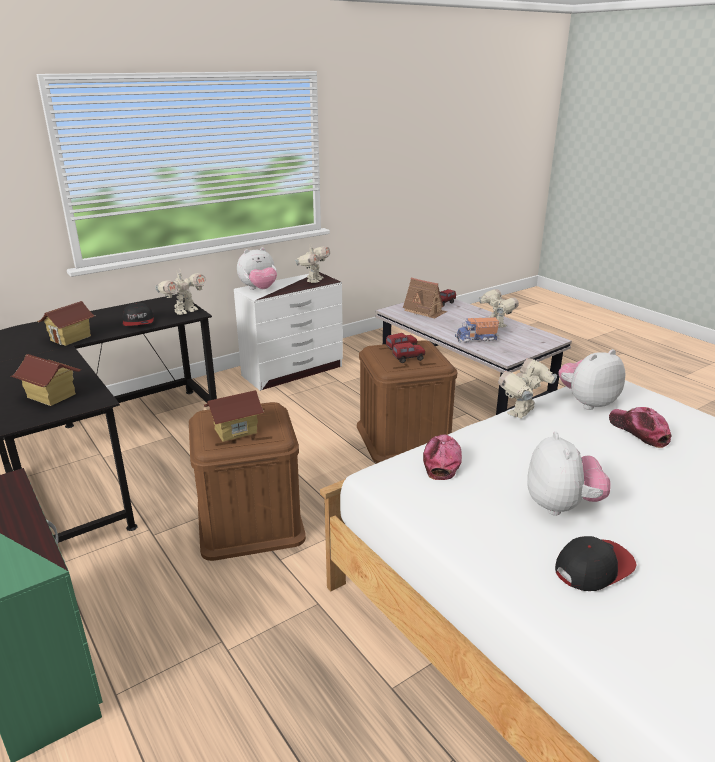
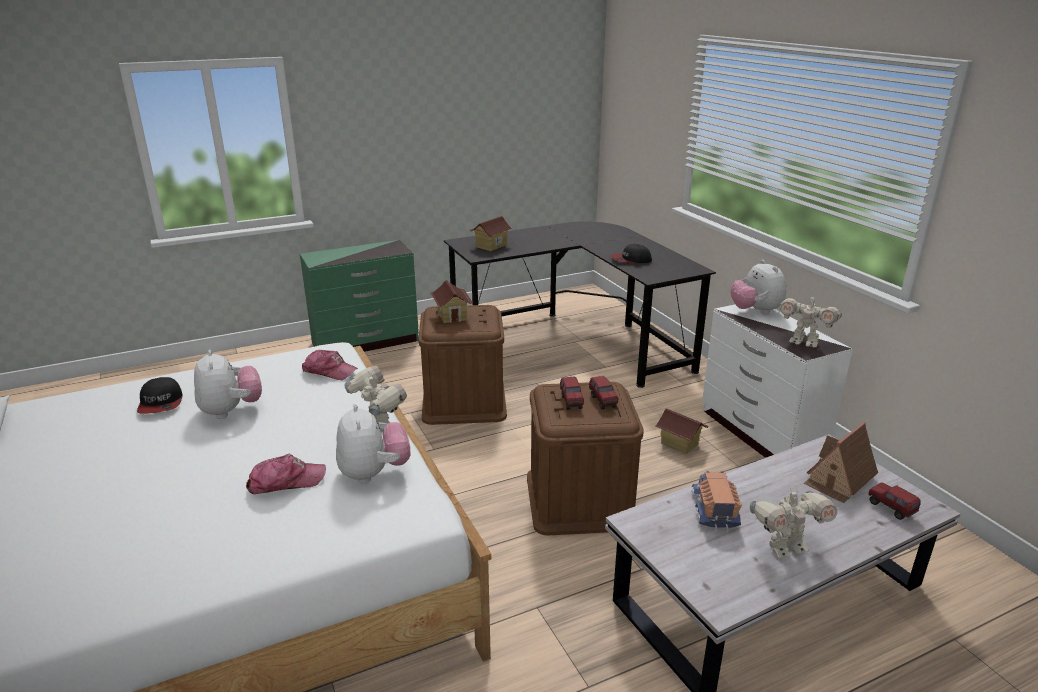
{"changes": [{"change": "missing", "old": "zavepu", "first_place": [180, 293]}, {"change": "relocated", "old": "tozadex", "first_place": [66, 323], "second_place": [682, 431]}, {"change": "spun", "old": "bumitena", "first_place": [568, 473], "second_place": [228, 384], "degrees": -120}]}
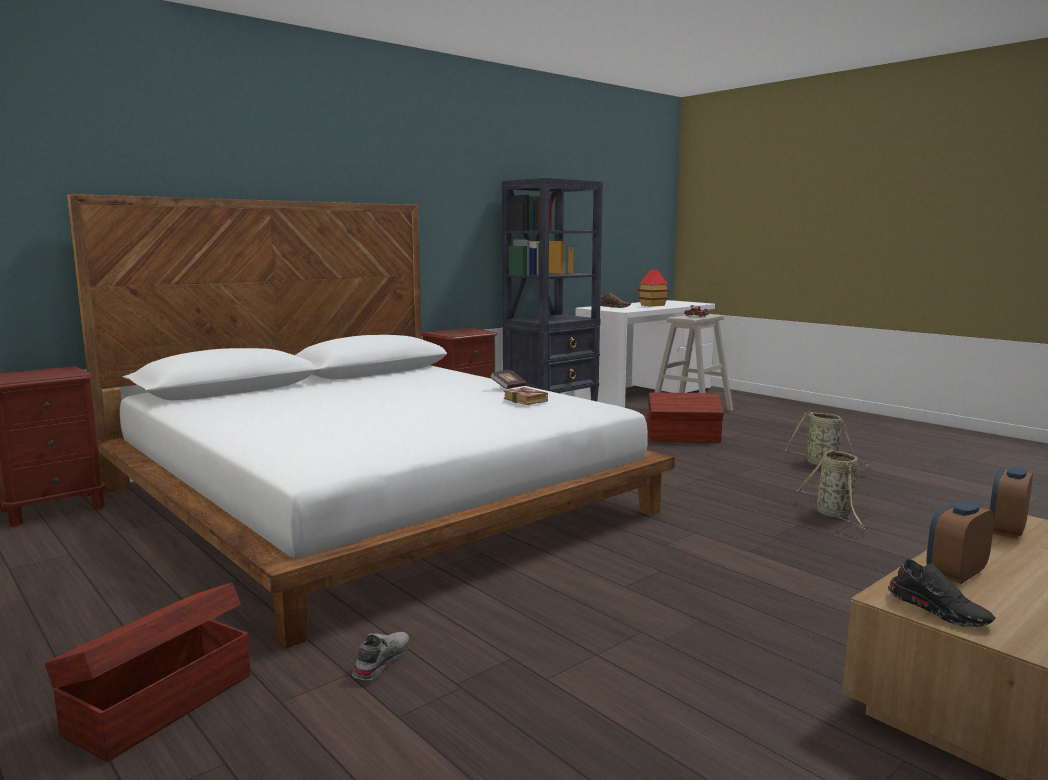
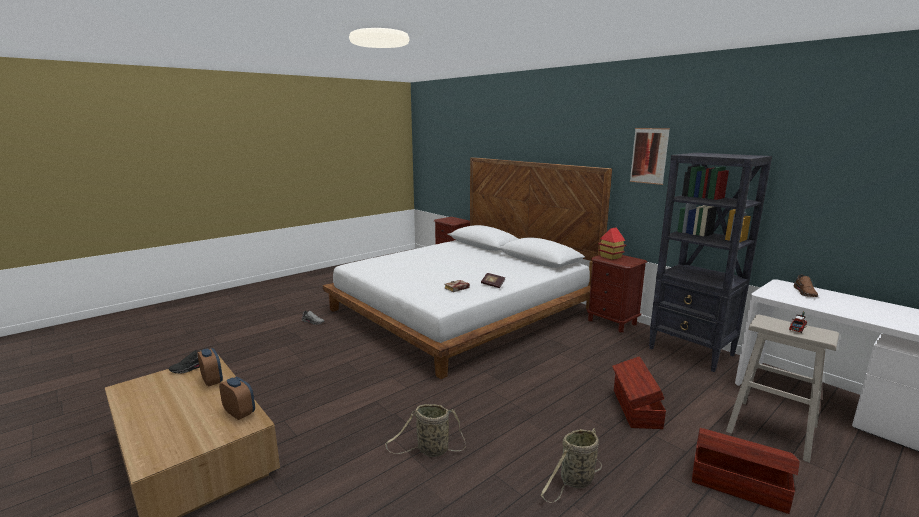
{"changes": [{"change": "appeared", "new": "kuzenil", "second_place": [650, 156]}, {"change": "relocated", "old": "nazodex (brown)", "first_place": [147, 672], "second_place": [745, 471]}, {"change": "relocated", "old": "tozadex", "first_place": [653, 288], "second_place": [612, 243]}]}
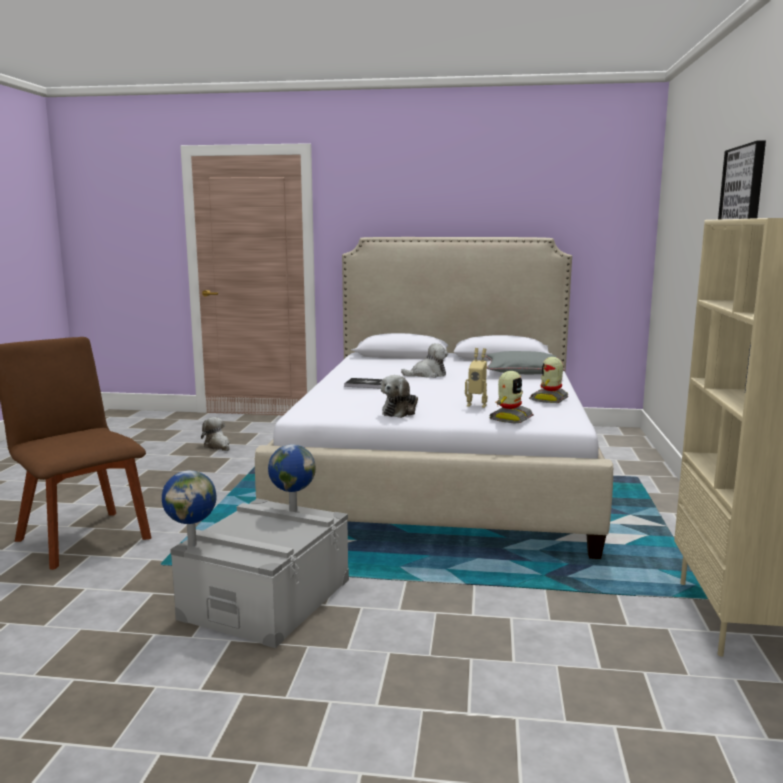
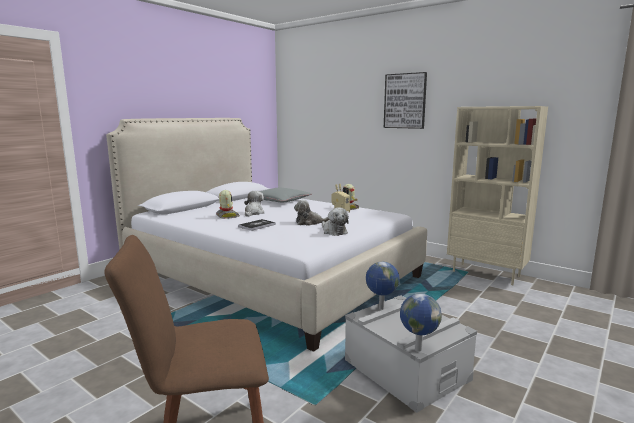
{"changes": [{"change": "relocated", "old": "bumitena", "first_place": [215, 434], "second_place": [311, 212]}, {"change": "relocated", "old": "zavepu", "first_place": [511, 397], "second_place": [228, 204]}]}
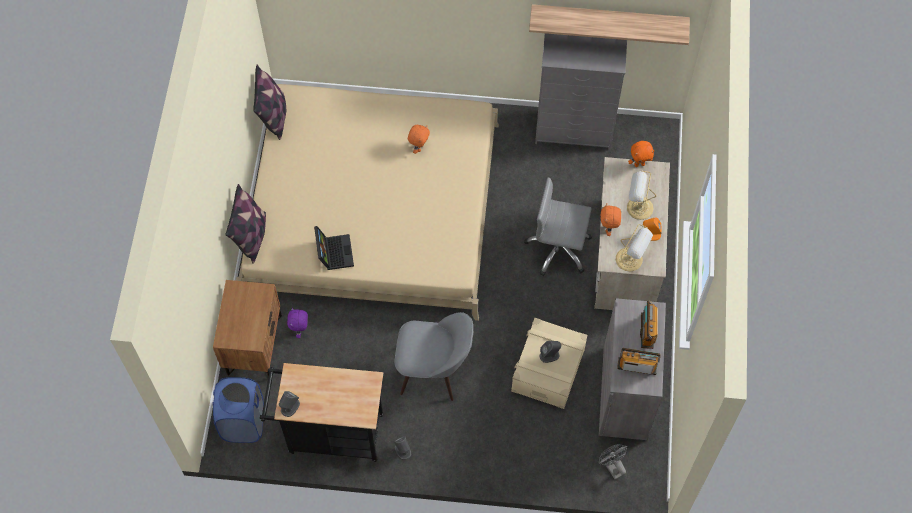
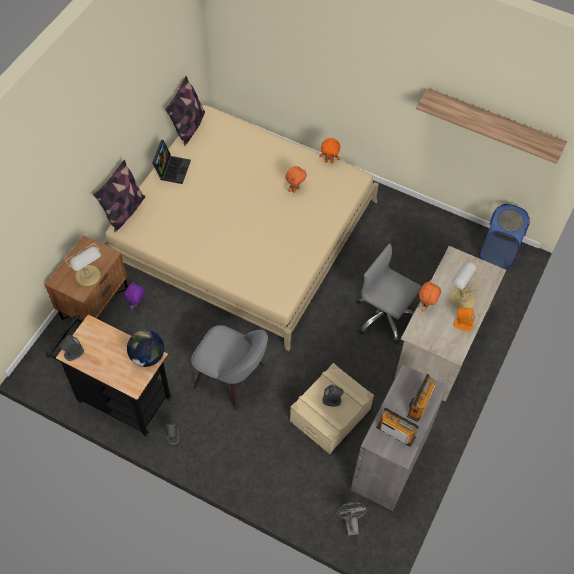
{"changes": [{"change": "missing", "old": "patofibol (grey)", "first_place": [581, 91]}, {"change": "appeared", "new": "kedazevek", "second_place": [145, 348]}, {"change": "relocated", "old": "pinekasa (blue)", "first_place": [238, 410], "second_place": [505, 236]}, {"change": "relocated", "old": "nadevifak", "first_place": [334, 248], "second_place": [171, 162]}, {"change": "relocated", "old": "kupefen", "first_place": [634, 248], "second_place": [83, 264]}, {"change": "relocated", "old": "bumitena (orange)", "first_place": [641, 154], "second_place": [329, 150]}]}
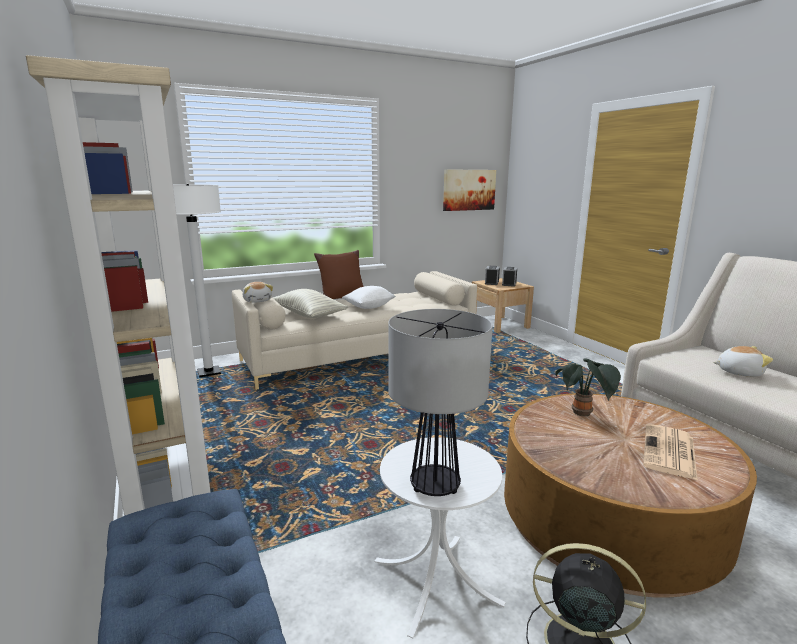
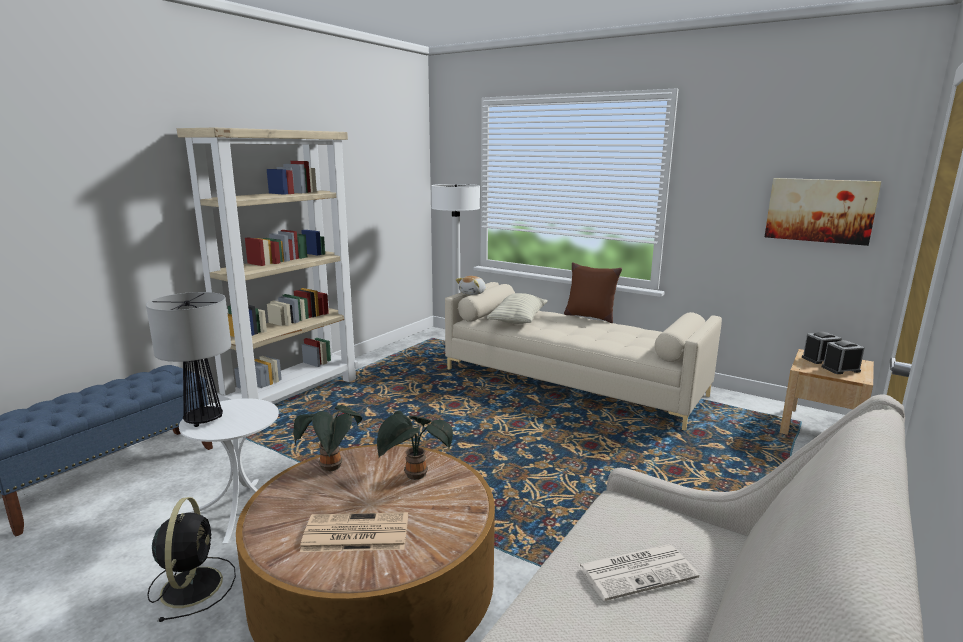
{"changes": [{"change": "missing", "old": "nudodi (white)", "first_place": [368, 297]}, {"change": "appeared", "new": "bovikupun", "second_place": [327, 438]}, {"change": "exchanged", "old": "bumitena", "new": "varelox", "first_place": [743, 361], "second_place": [638, 572]}]}
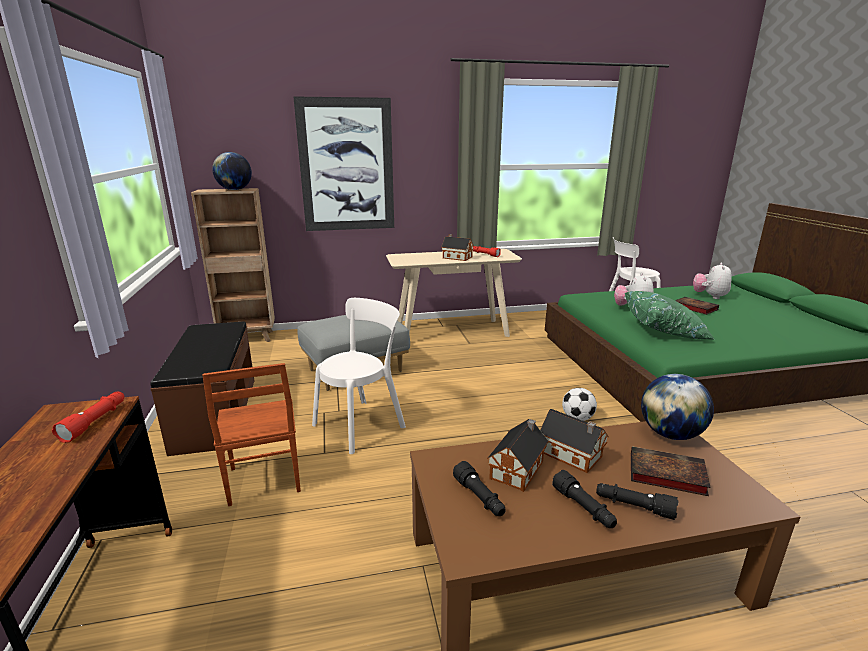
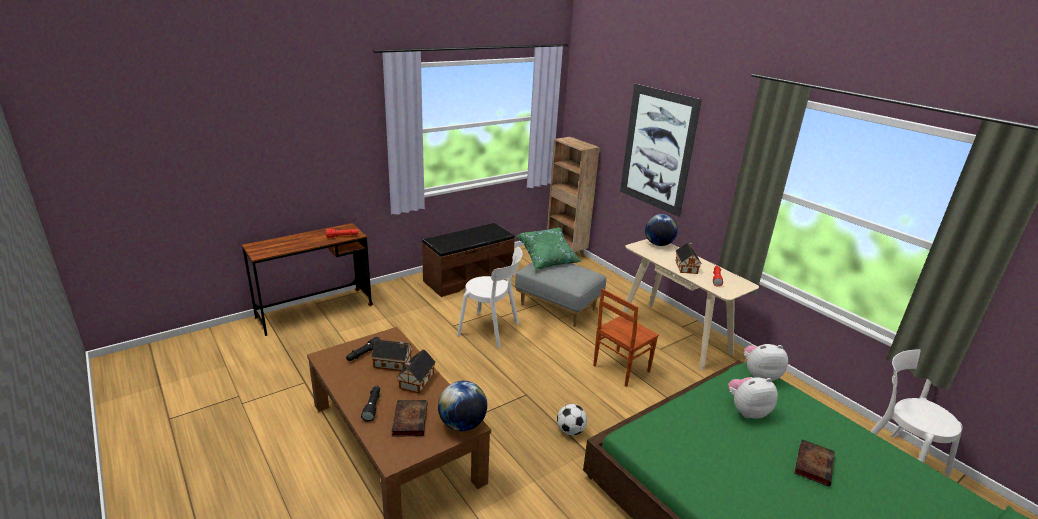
{"changes": [{"change": "missing", "old": "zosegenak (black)", "first_place": [584, 499]}, {"change": "relocated", "old": "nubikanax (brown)", "first_place": [251, 434], "second_place": [626, 337]}, {"change": "relocated", "old": "kedazevek", "first_place": [232, 171], "second_place": [661, 230]}, {"change": "relocated", "old": "nudodi (green)", "first_place": [670, 315], "second_place": [548, 249]}, {"change": "relocated", "old": "bumitena", "first_place": [712, 281], "second_place": [766, 362]}]}
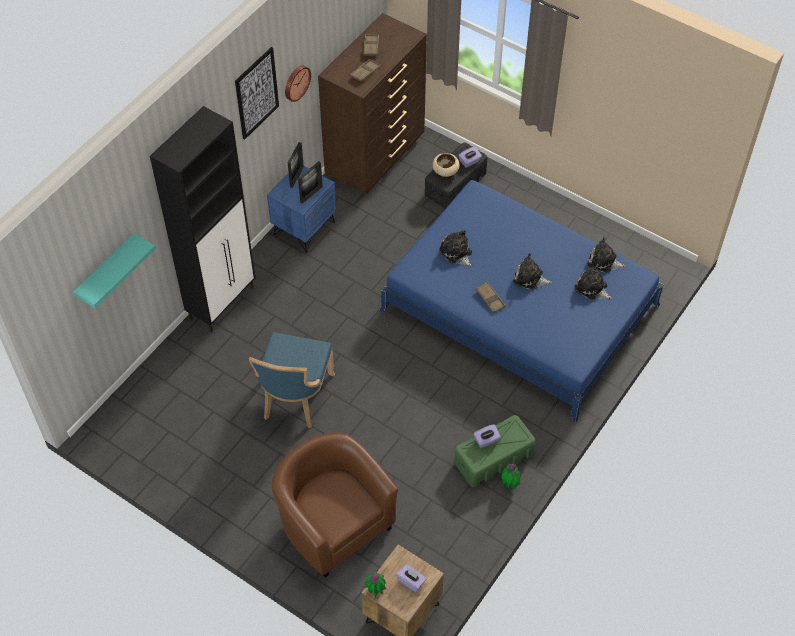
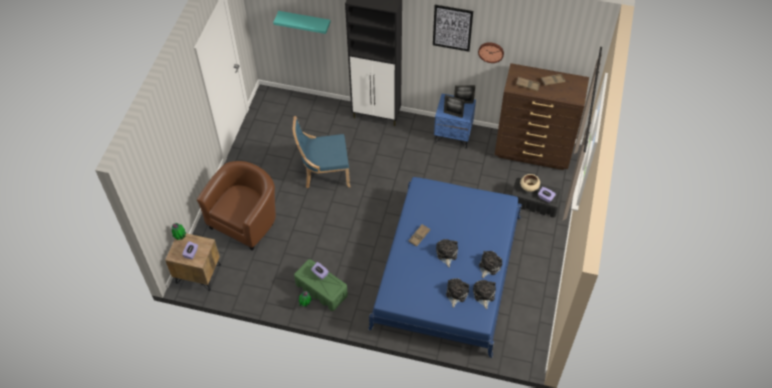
{"changes": [{"change": "relocated", "old": "bumitena", "first_place": [456, 248], "second_place": [491, 264]}]}
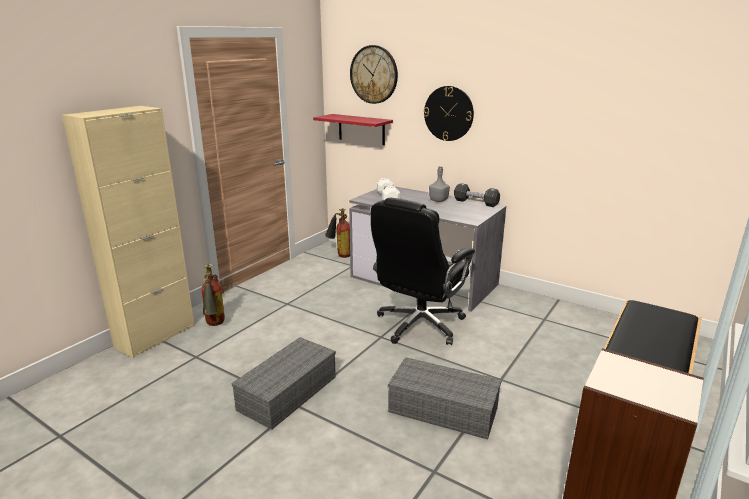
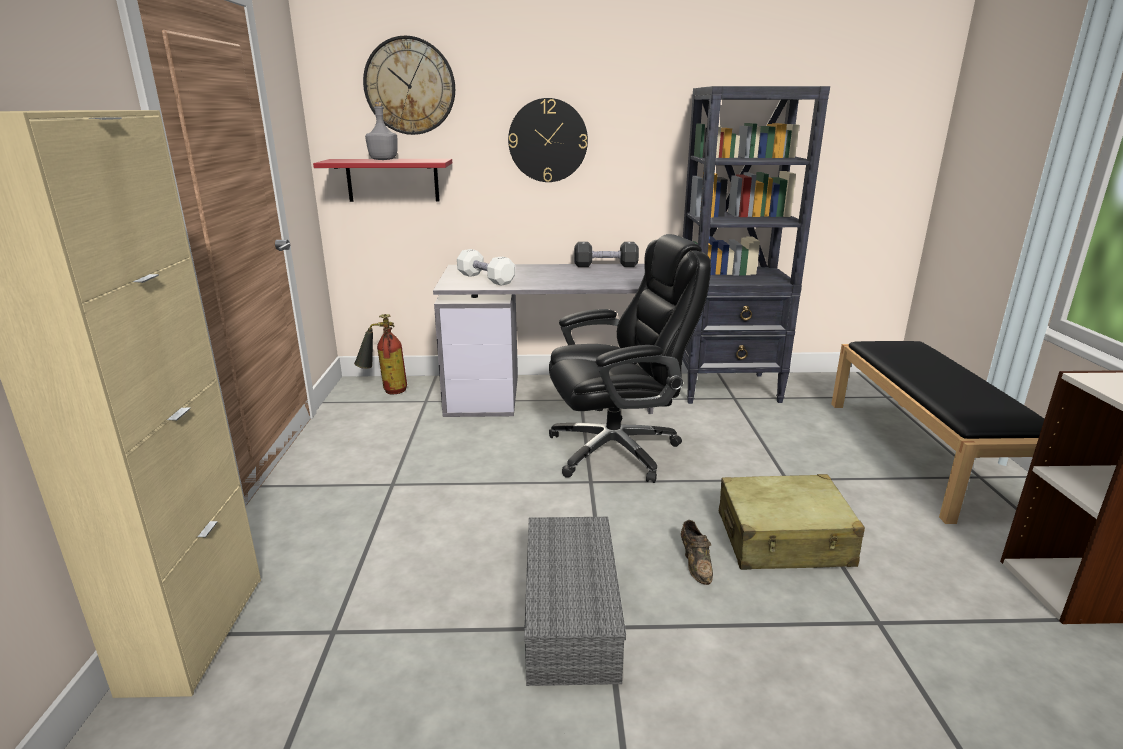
{"changes": [{"change": "missing", "old": "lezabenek", "first_place": [213, 295]}, {"change": "appeared", "new": "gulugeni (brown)", "second_place": [697, 552]}, {"change": "appeared", "new": "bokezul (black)", "second_place": [756, 245]}, {"change": "relocated", "old": "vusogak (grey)", "first_place": [439, 184], "second_place": [381, 131]}, {"change": "exchanged", "old": "nazodex (grey)", "new": "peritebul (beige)", "first_place": [444, 398], "second_place": [792, 522]}, {"change": "spun", "old": "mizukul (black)", "first_place": [423, 271], "second_place": [630, 358], "degrees": -105}]}
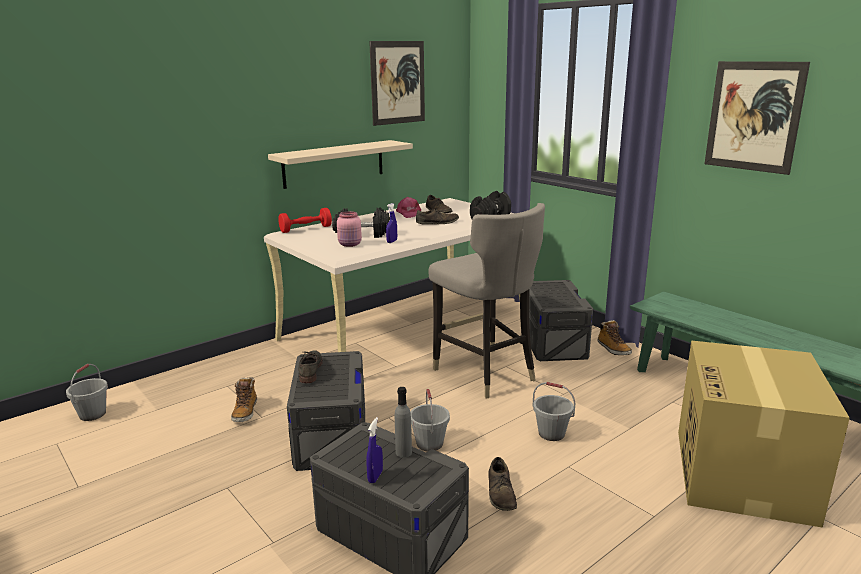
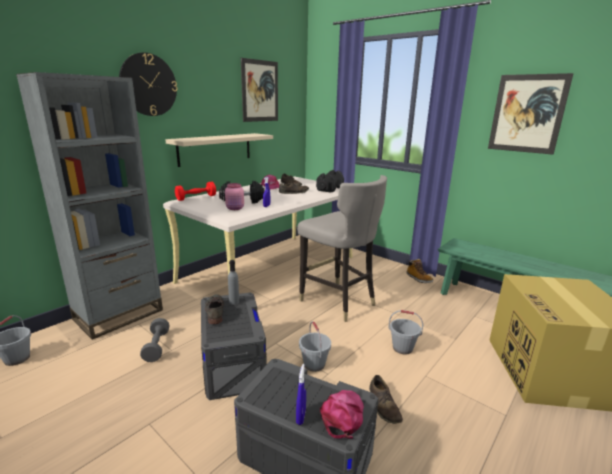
{"changes": [{"change": "missing", "old": "nazodex (grey)", "first_place": [561, 320]}, {"change": "appeared", "new": "bokezul (grey)", "second_place": [89, 206]}, {"change": "appeared", "new": "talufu", "second_place": [148, 84]}, {"change": "appeared", "new": "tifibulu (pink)", "second_place": [342, 414]}, {"change": "relocated", "old": "vusogak (grey)", "first_place": [403, 422], "second_place": [233, 282]}, {"change": "exchanged", "old": "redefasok", "new": "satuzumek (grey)", "first_place": [244, 400], "second_place": [155, 340]}]}
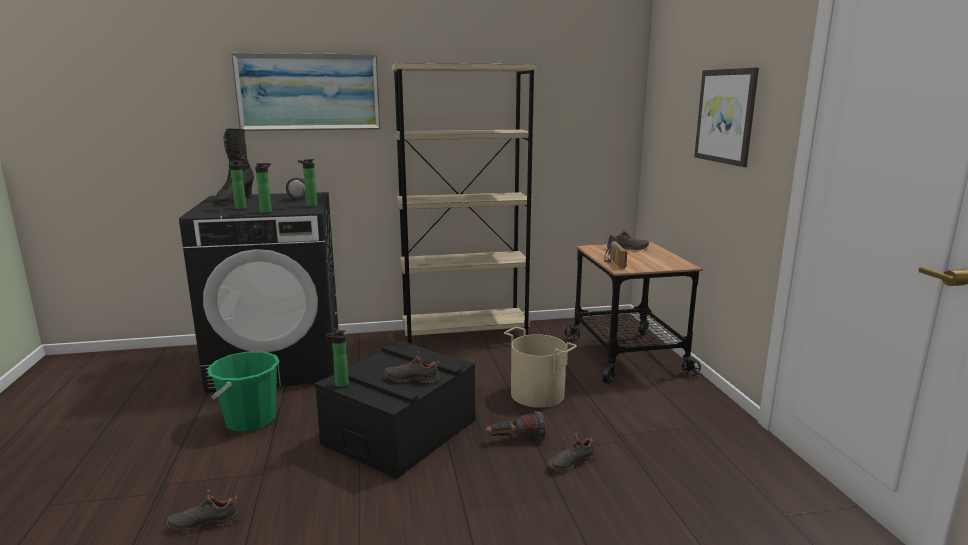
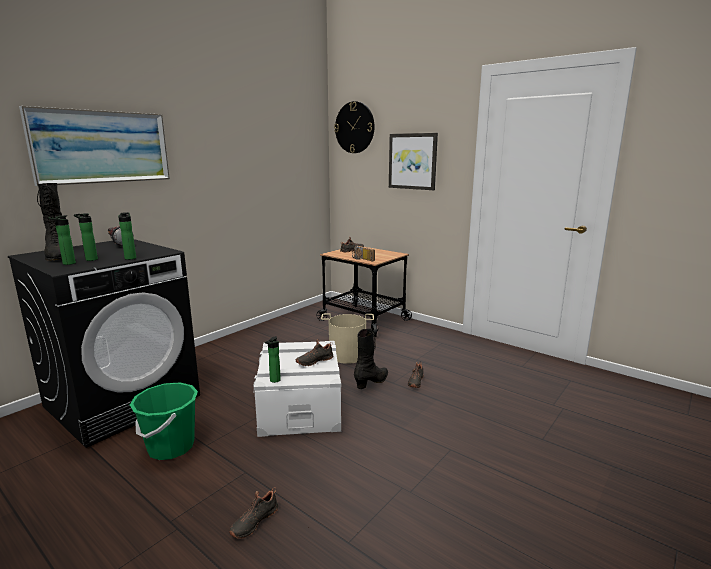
{"changes": [{"change": "missing", "old": "bokezul (beige)", "first_place": [465, 204]}, {"change": "appeared", "new": "talufu", "second_place": [354, 127]}, {"change": "relocated", "old": "vusogak", "first_place": [307, 183], "second_place": [62, 240]}, {"change": "exchanged", "old": "zosegenak", "new": "redefasok (black)", "first_place": [516, 425], "second_place": [371, 358]}, {"change": "colour", "old": "nazodex (black)", "new": "nazodex (white)", "first_place": [395, 410], "second_place": [297, 389]}]}
